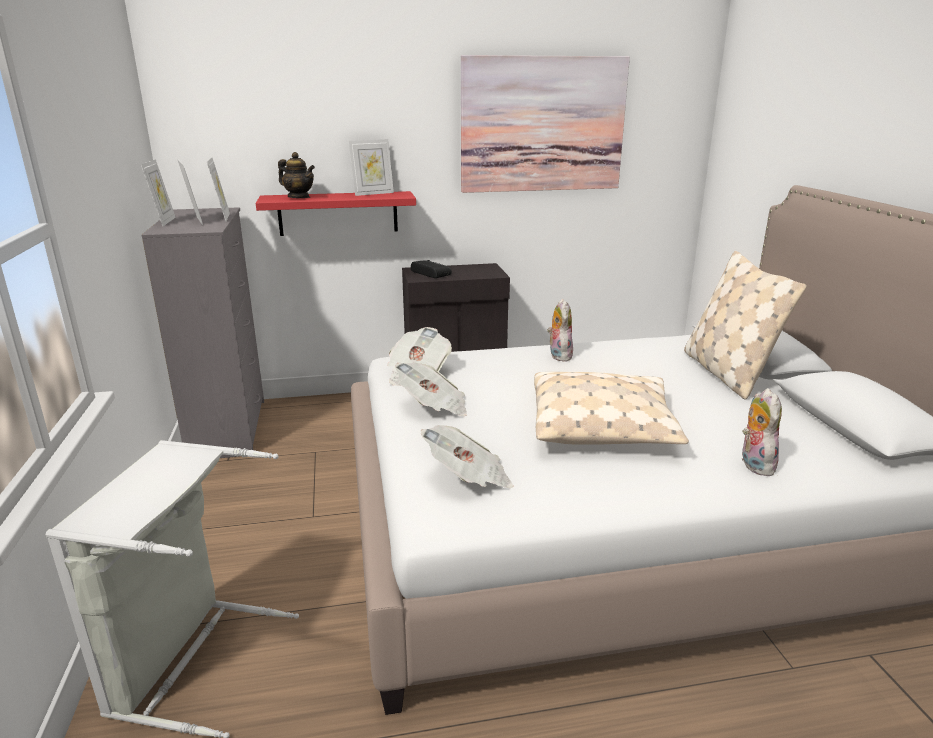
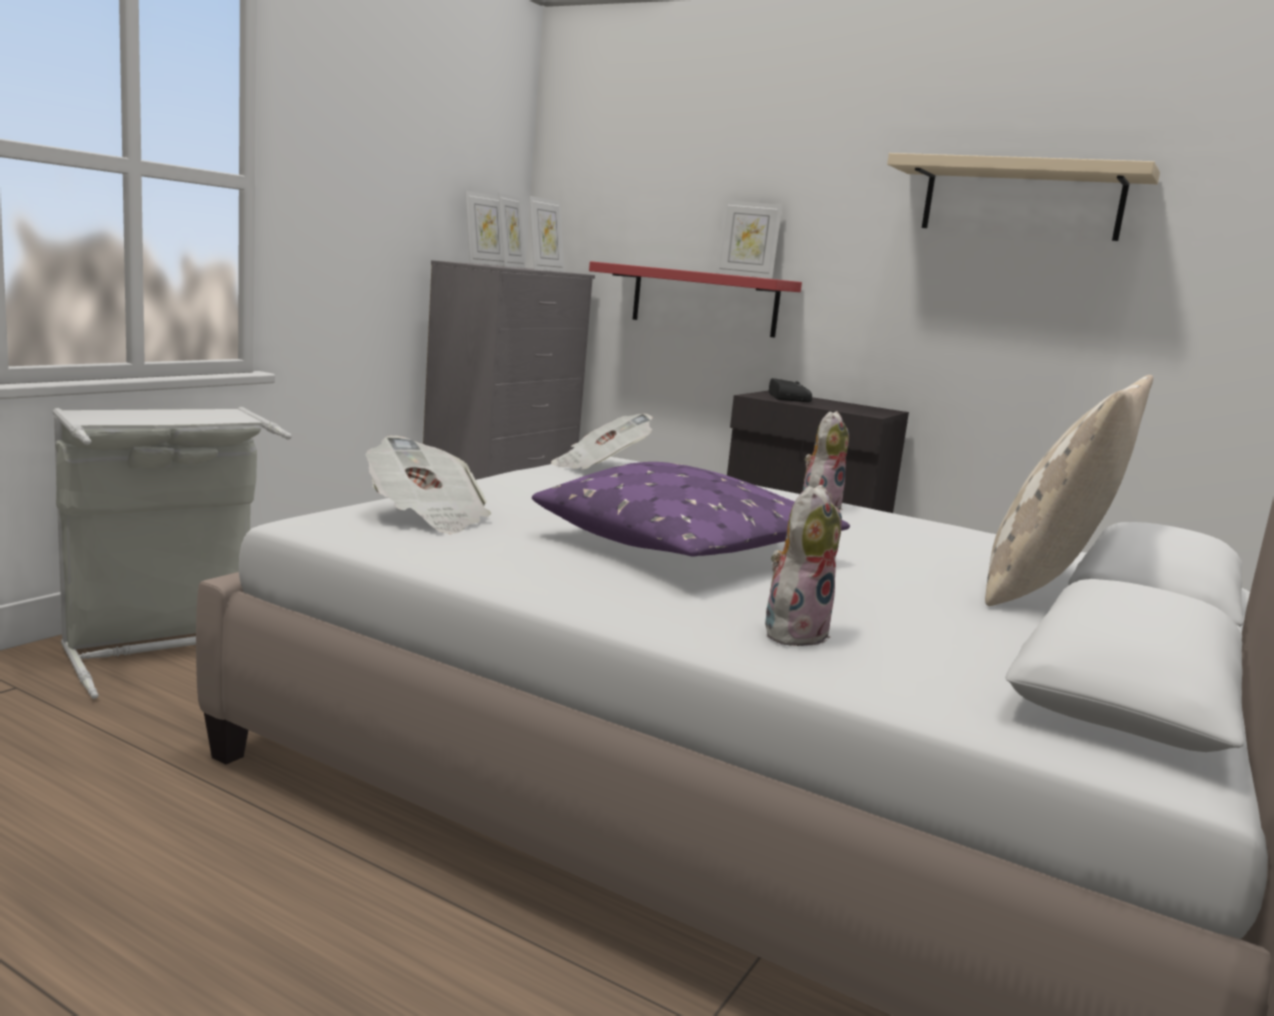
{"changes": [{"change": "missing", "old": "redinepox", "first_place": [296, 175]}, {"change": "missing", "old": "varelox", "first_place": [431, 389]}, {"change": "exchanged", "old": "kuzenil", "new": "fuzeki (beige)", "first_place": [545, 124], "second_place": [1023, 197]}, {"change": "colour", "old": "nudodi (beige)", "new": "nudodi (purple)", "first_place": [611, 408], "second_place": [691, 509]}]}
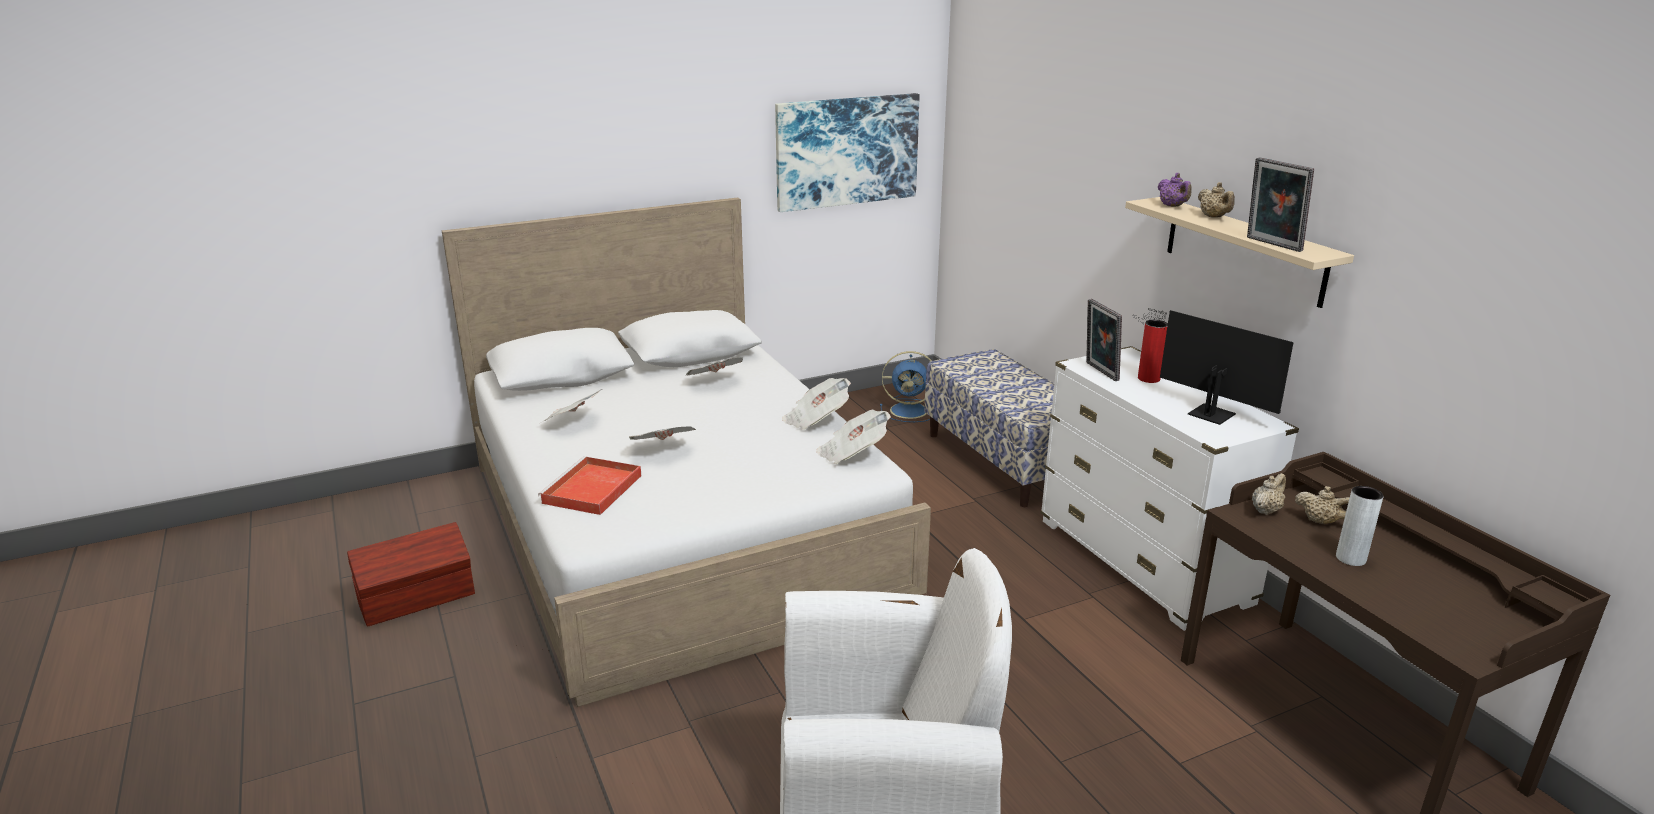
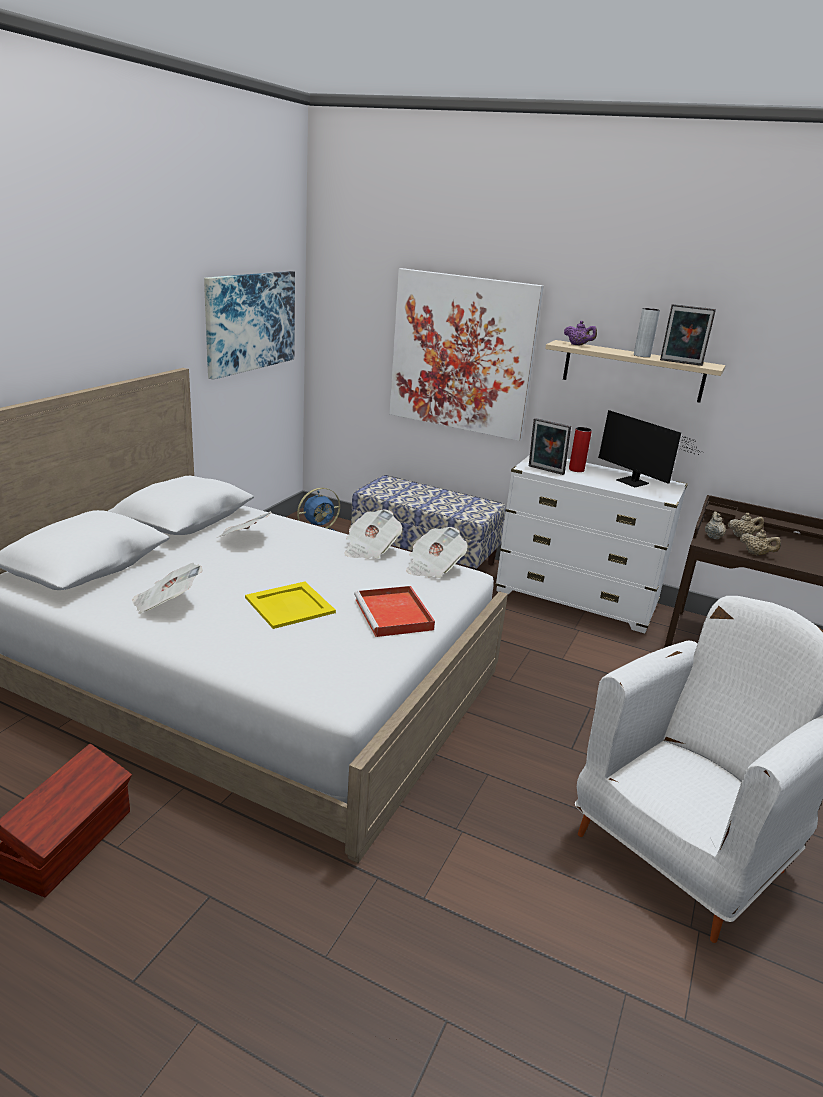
{"changes": [{"change": "appeared", "new": "kuzenil", "second_place": [466, 354]}, {"change": "relocated", "old": "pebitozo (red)", "first_place": [589, 485], "second_place": [394, 611]}, {"change": "relocated", "old": "redinepox (beige)", "first_place": [1216, 200], "second_place": [760, 542]}, {"change": "relocated", "old": "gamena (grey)", "first_place": [1359, 526], "second_place": [647, 332]}, {"change": "exchanged", "old": "varelox", "new": "pebitozo (yellow)", "first_place": [662, 433], "second_place": [290, 605]}, {"change": "spun", "old": "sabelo", "first_place": [1213, 366], "second_place": [651, 448], "degrees": -135}]}
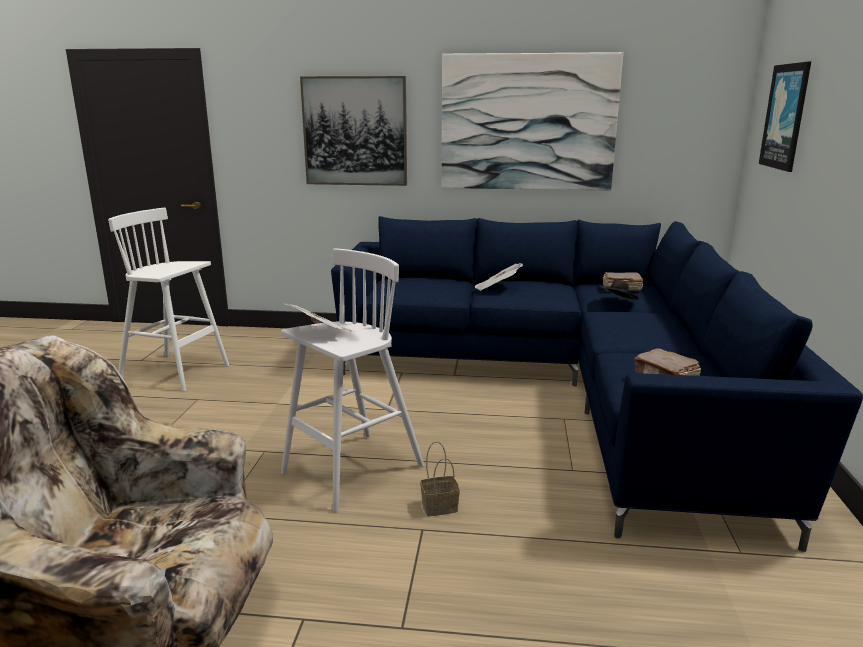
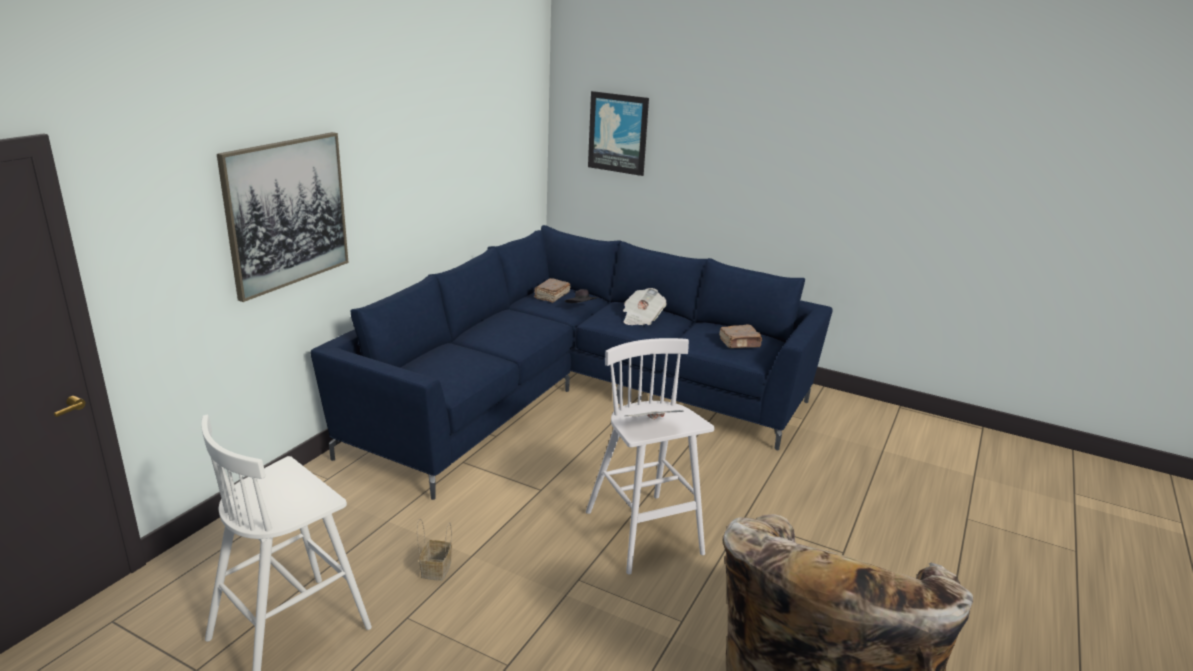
{"changes": [{"change": "missing", "old": "kuzenil", "first_place": [532, 121]}, {"change": "relocated", "old": "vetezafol", "first_place": [440, 478], "second_place": [434, 550]}, {"change": "relocated", "old": "varelox", "first_place": [498, 277], "second_place": [645, 306]}]}
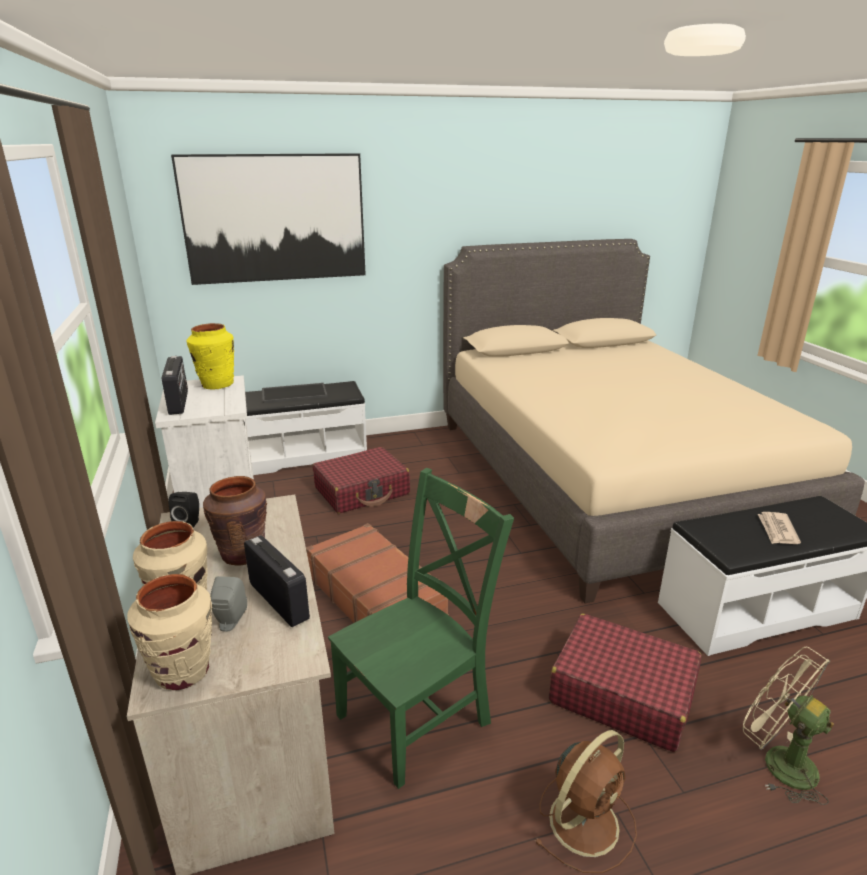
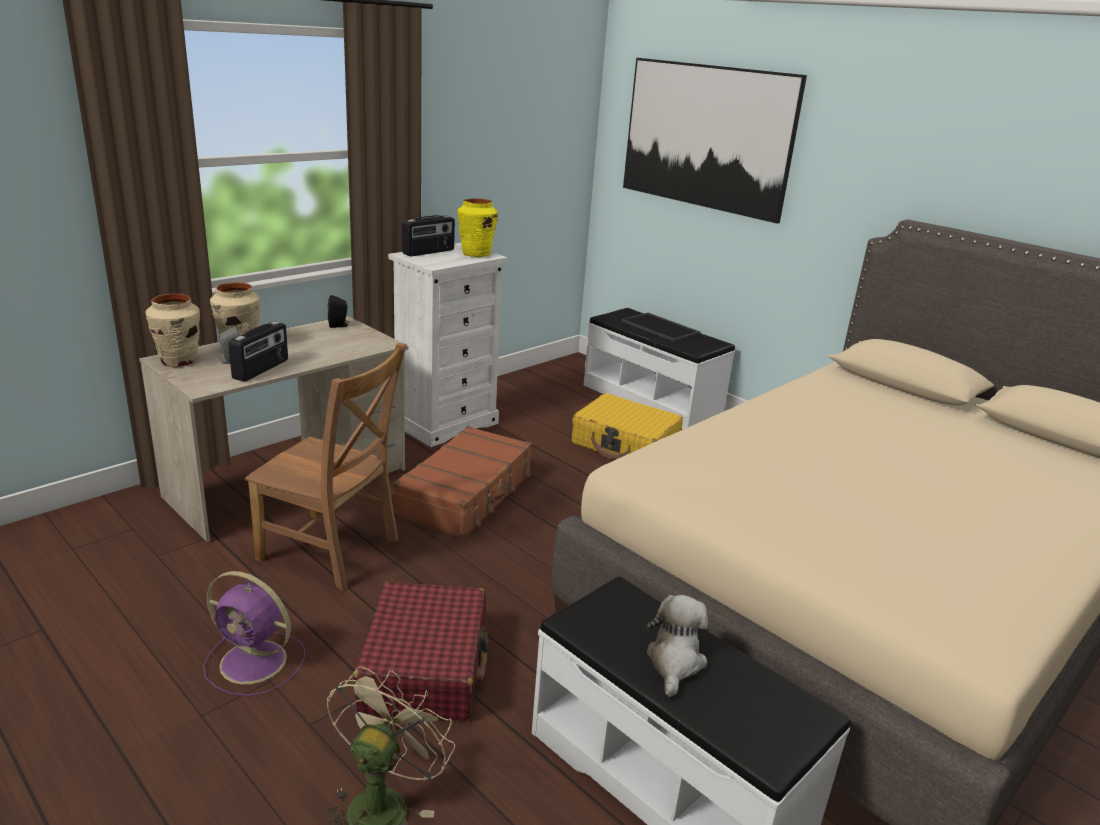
{"changes": [{"change": "missing", "old": "gamena (brown)", "first_place": [235, 521]}, {"change": "exchanged", "old": "varelox", "new": "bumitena", "first_place": [779, 528], "second_place": [677, 646]}, {"change": "colour", "old": "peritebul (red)", "new": "peritebul (yellow)", "first_place": [361, 480], "second_place": [627, 426]}, {"change": "colour", "old": "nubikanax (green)", "new": "nubikanax (brown)", "first_place": [421, 628], "second_place": [326, 466]}, {"change": "colour", "old": "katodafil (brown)", "new": "katodafil (purple)", "first_place": [585, 801], "second_place": [254, 633]}]}
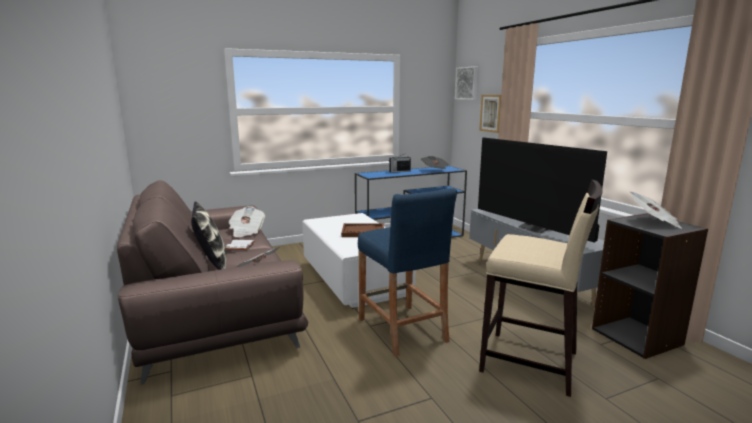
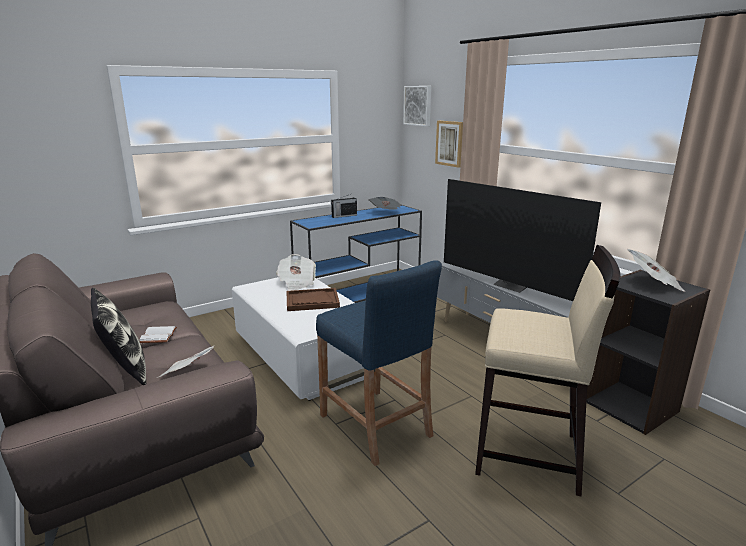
{"changes": [{"change": "relocated", "old": "varelox", "first_place": [247, 221], "second_place": [296, 272]}]}
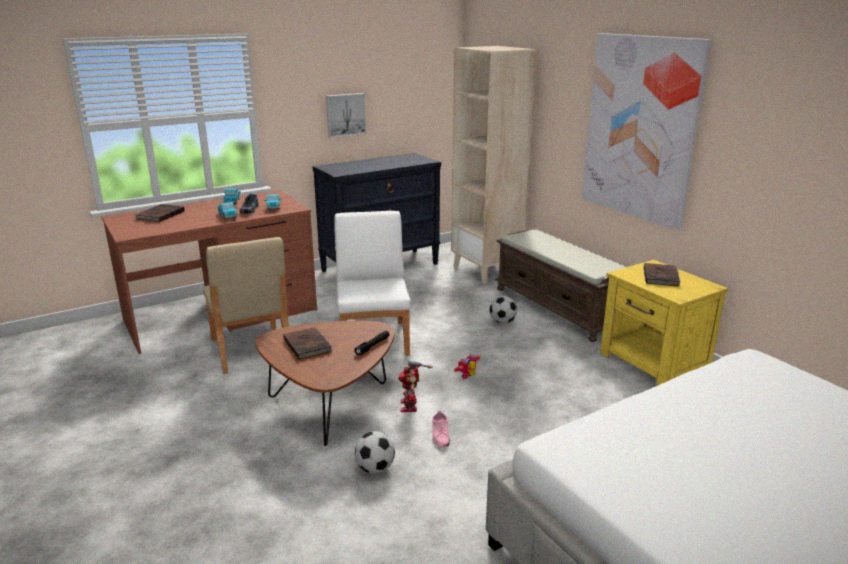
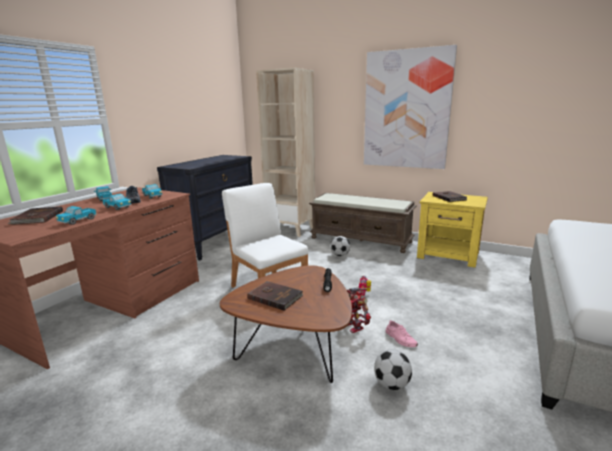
{"changes": [{"change": "missing", "old": "nubikanax (beige)", "first_place": [246, 305]}, {"change": "missing", "old": "kuzenil", "first_place": [346, 115]}, {"change": "appeared", "new": "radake", "second_place": [76, 215]}]}
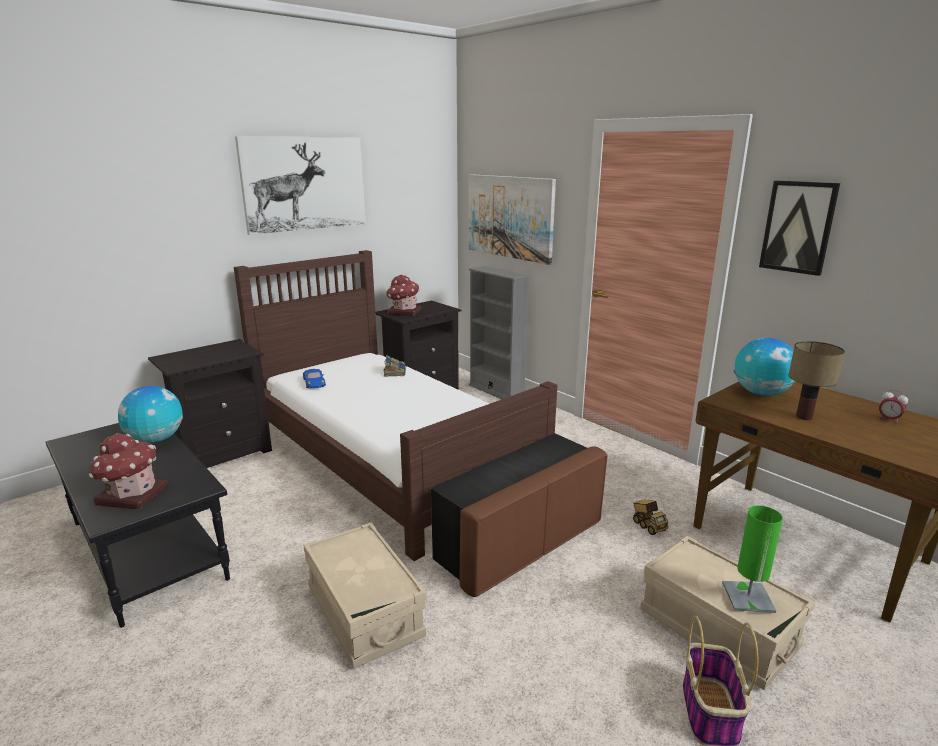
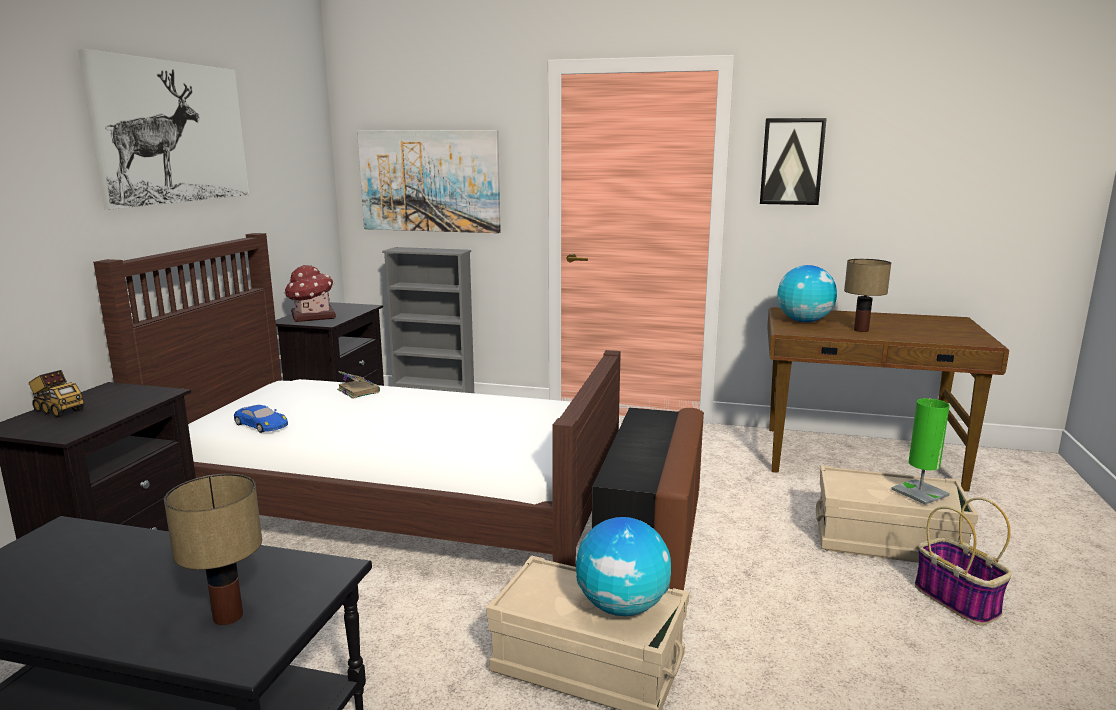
{"changes": [{"change": "missing", "old": "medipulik", "first_place": [893, 406]}, {"change": "relocated", "old": "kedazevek", "first_place": [150, 414], "second_place": [623, 566]}, {"change": "relocated", "old": "radake", "first_place": [650, 517], "second_place": [56, 394]}, {"change": "exchanged", "old": "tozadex", "new": "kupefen", "first_place": [128, 471], "second_place": [213, 549]}]}
